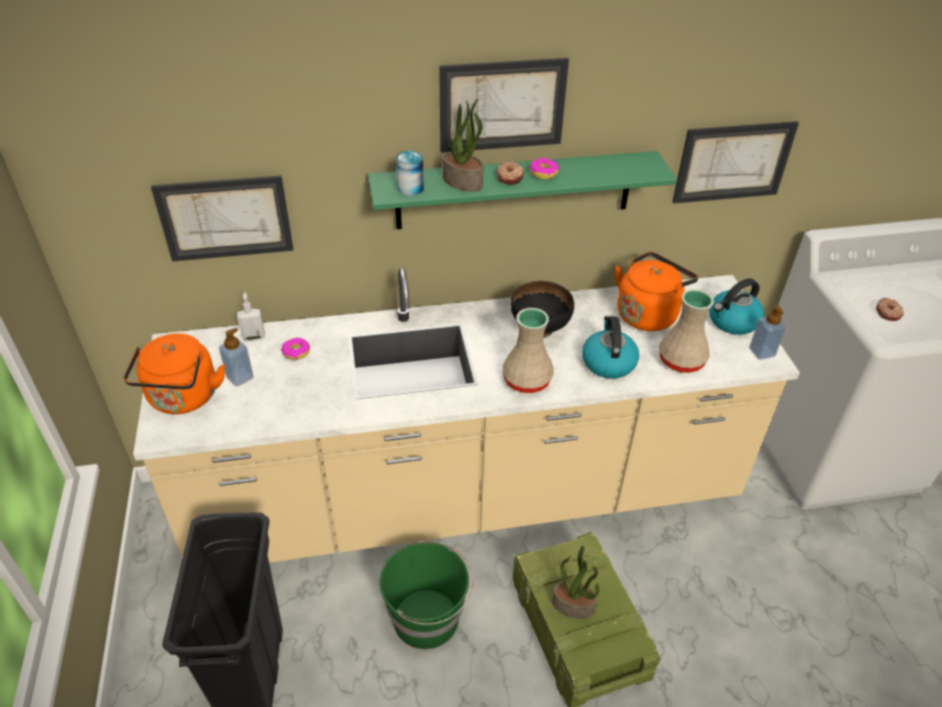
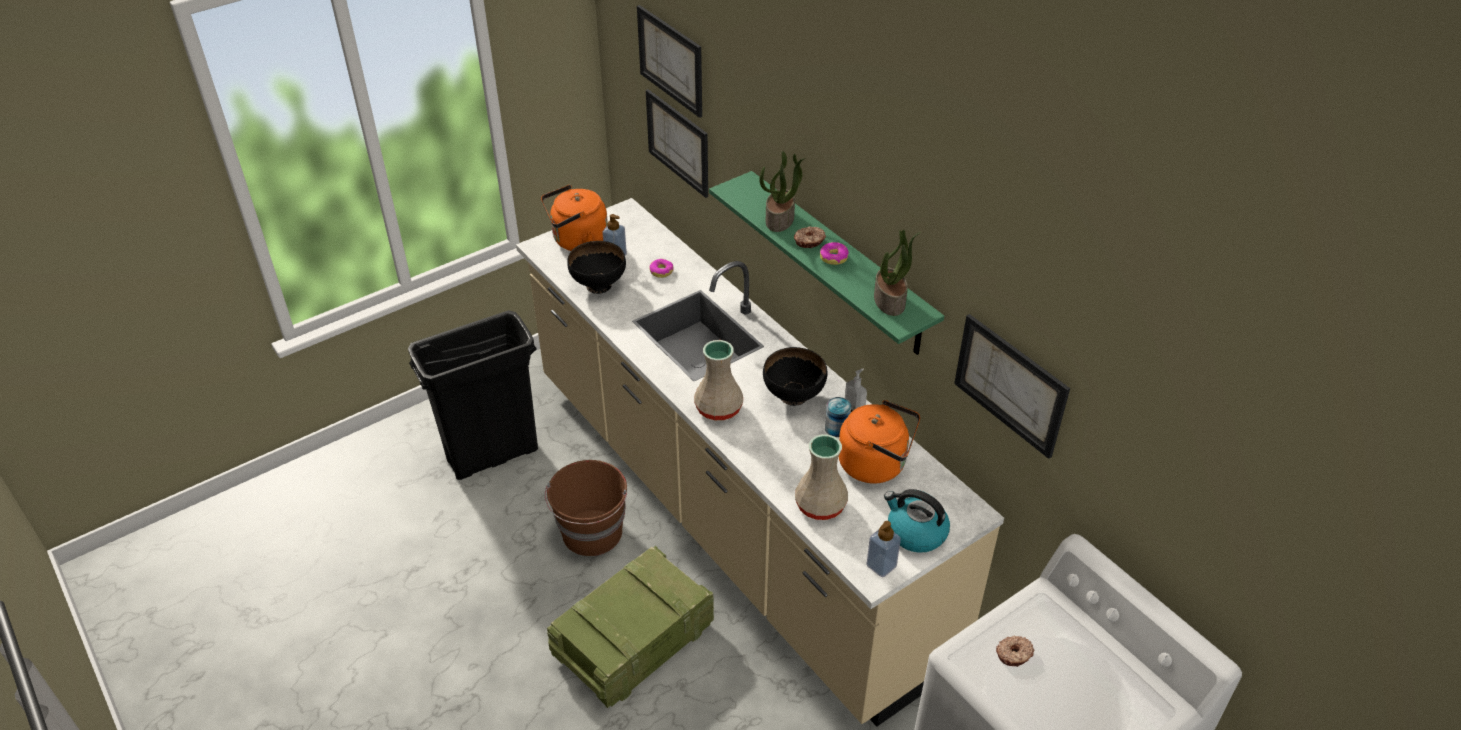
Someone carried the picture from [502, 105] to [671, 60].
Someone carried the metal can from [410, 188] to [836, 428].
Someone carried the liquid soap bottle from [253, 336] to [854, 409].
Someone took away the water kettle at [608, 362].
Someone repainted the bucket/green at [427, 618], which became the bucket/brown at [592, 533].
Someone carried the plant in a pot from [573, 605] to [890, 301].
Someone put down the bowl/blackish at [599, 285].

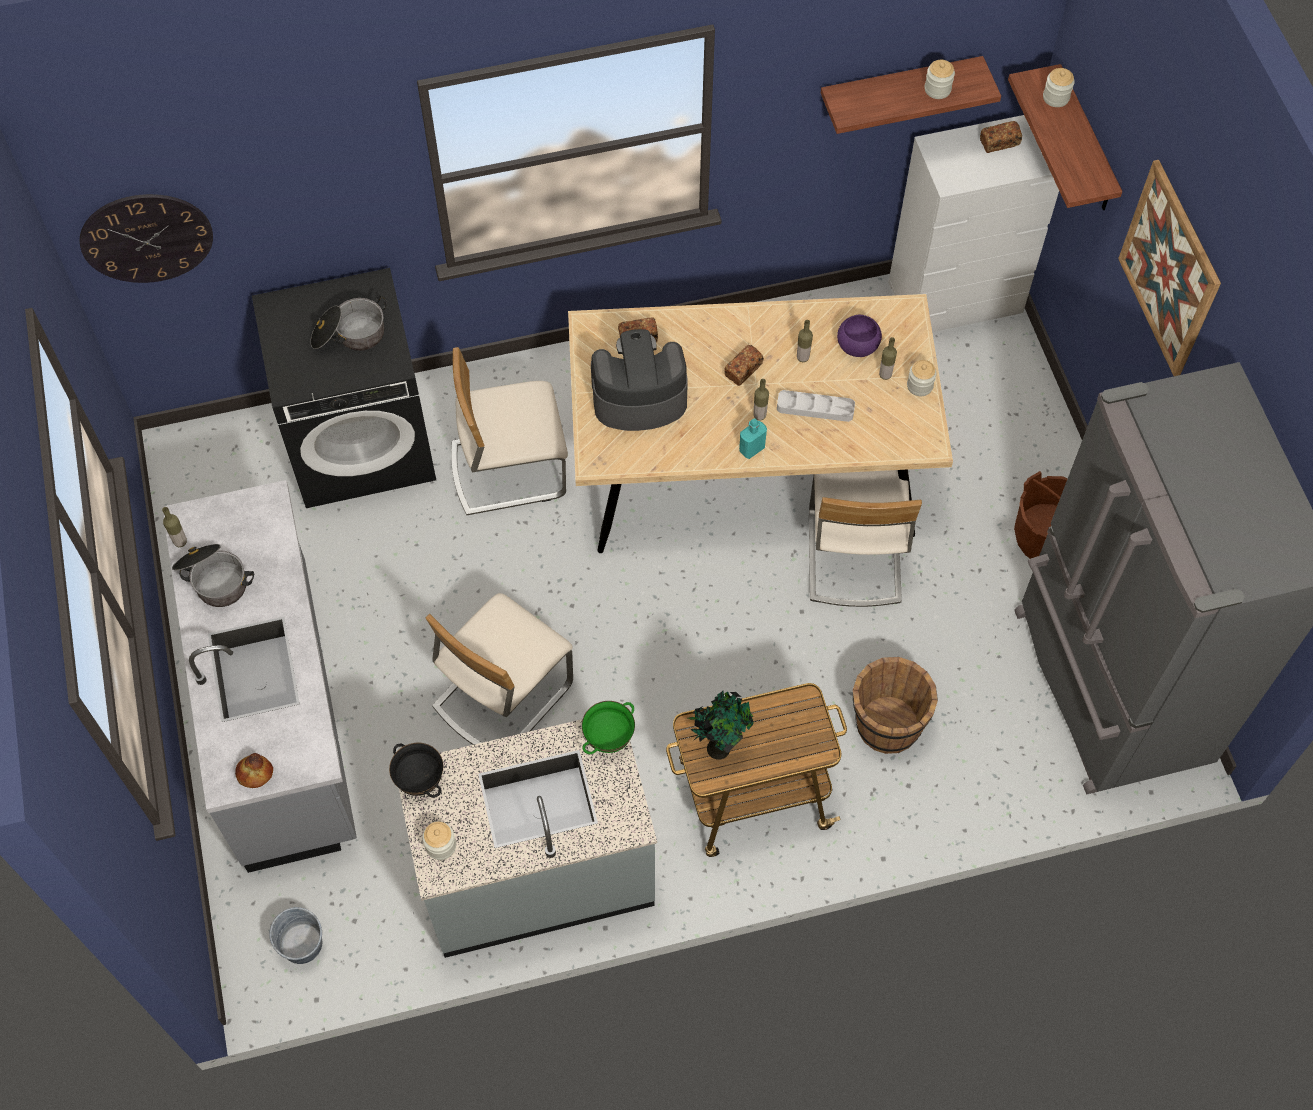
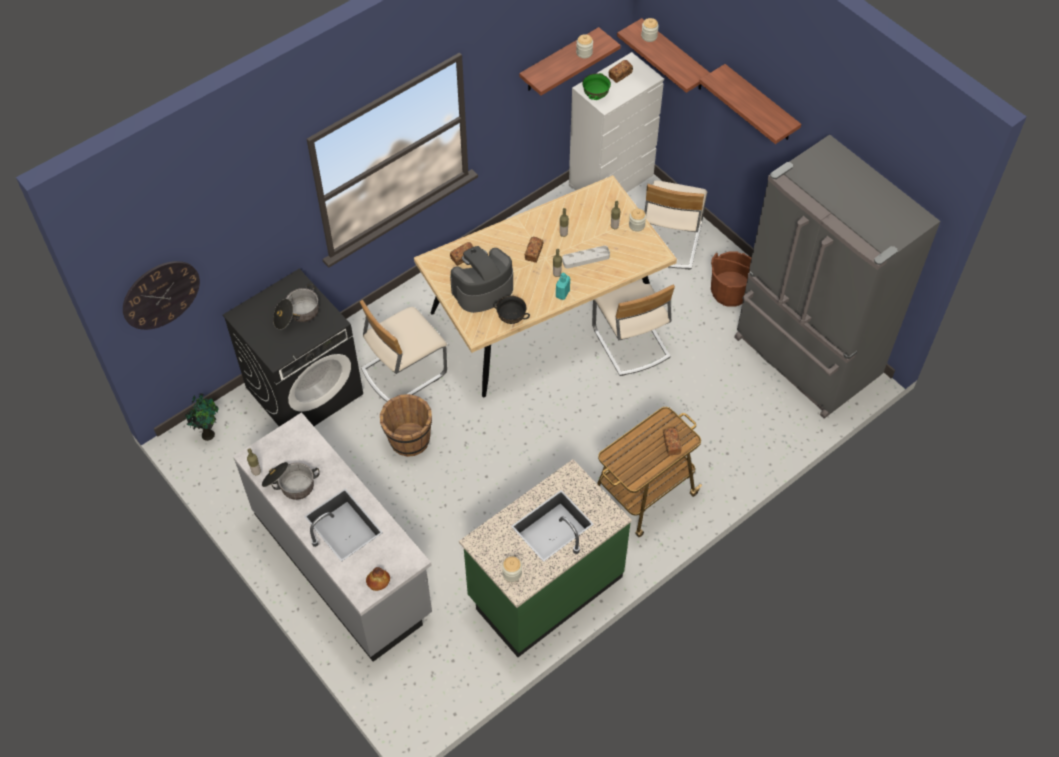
Someone swapped the picture at [1169, 269] for the wall shelf at [760, 104].
Someone took away the bowl/purple-coloured at [857, 345].
Someone carried the plain chair/beige-coloured from [502, 695] to [669, 241].
Someone carried the bucket/brown from [887, 724] to [409, 439].
Someone carried the plant in a pot from [719, 746] to [208, 433].
Someone carried the bowl/green from [608, 737] to [595, 96].
Someone repainted the kitchen base unit/grey at [536, 871], which became the kitchen base unit/green at [544, 587].
Someone carried the bowl/blackish from [420, 779] to [511, 318].
Someone took away the bucket/grey at [301, 944].
Someone put down the baked bread at [671, 444].

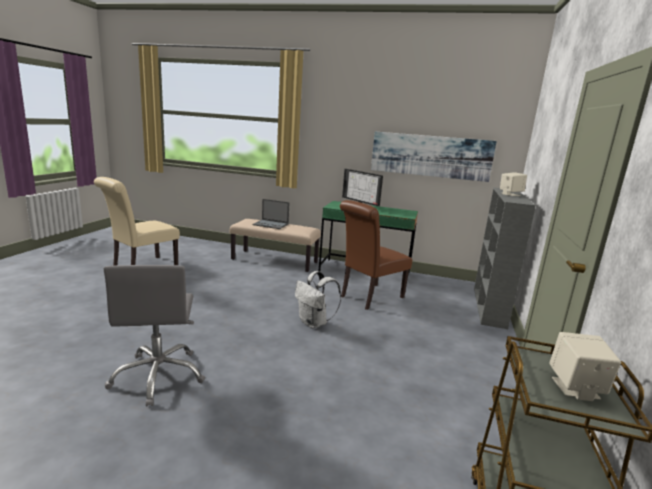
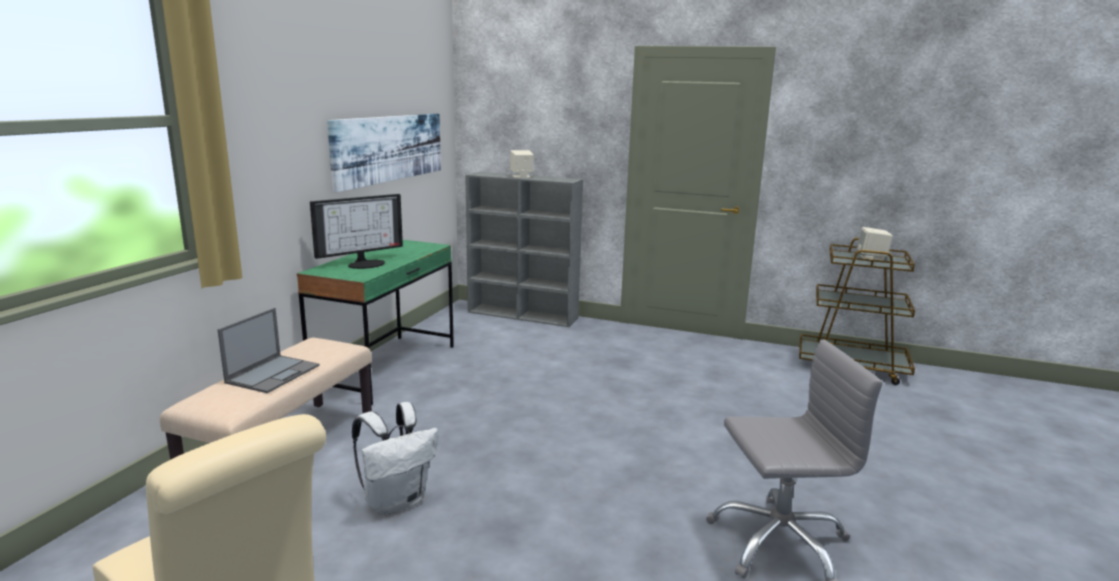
Someone took away the plain chair/brown at [369, 297].
Someone carried the rucksack/whitish from [314, 323] to [396, 501].

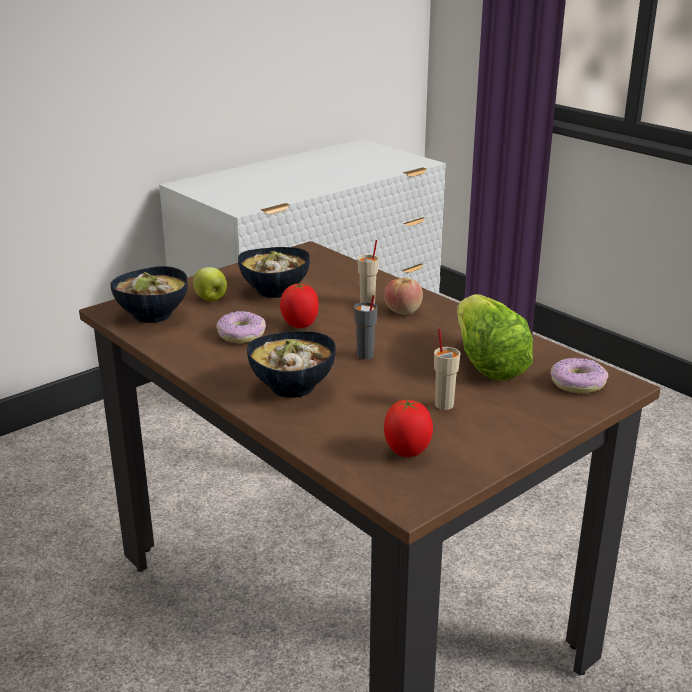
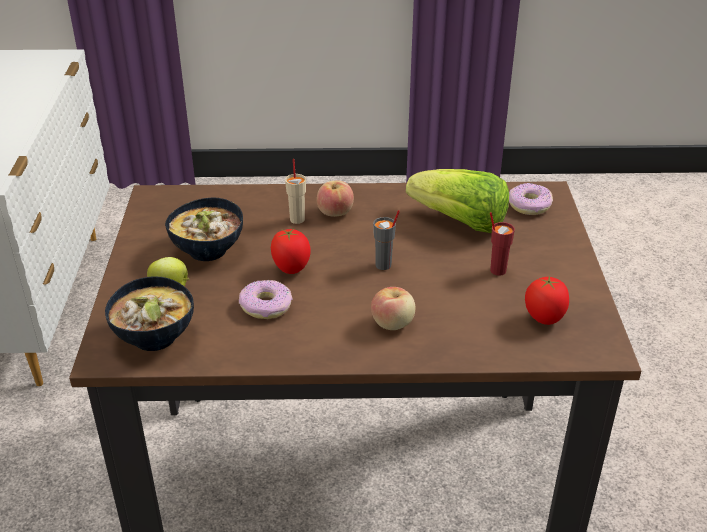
Someone repainted the cup/beige-coloured at [444, 404], which became the cup/reddish at [497, 270].
Someone swapped the bowl at [293, 388] for the apple at [393, 323].

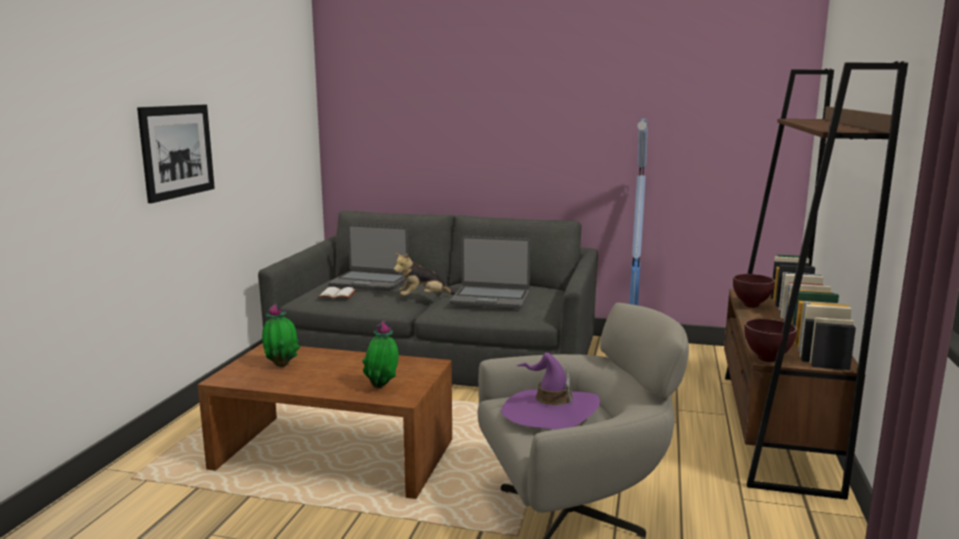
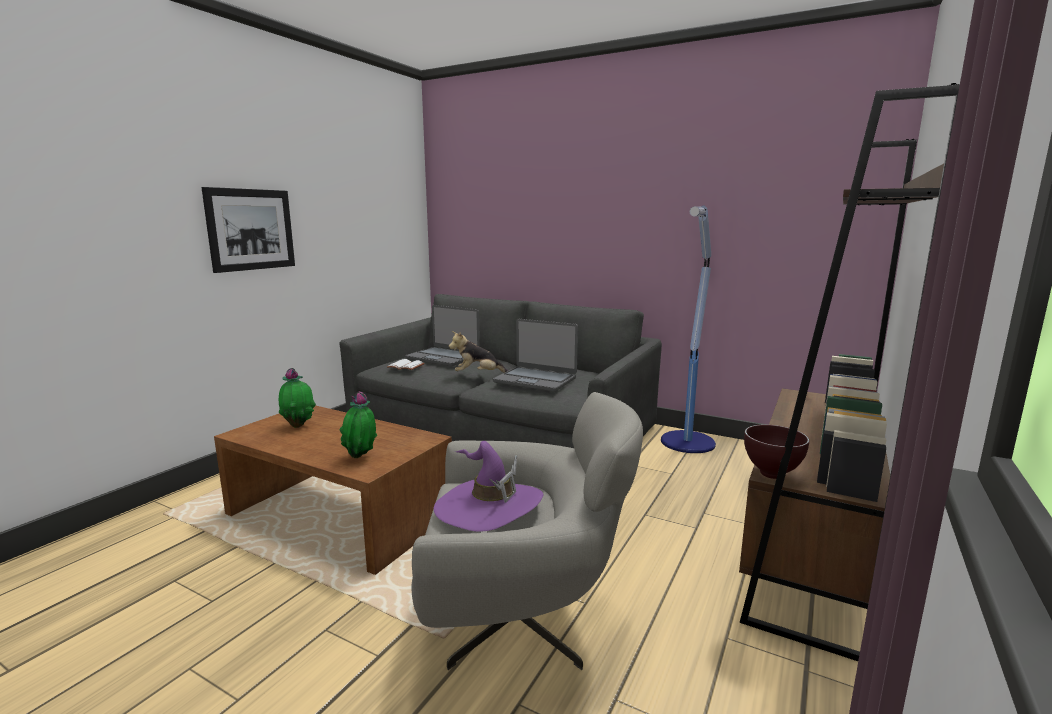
Someone took away the bowl/brown at [750, 305].

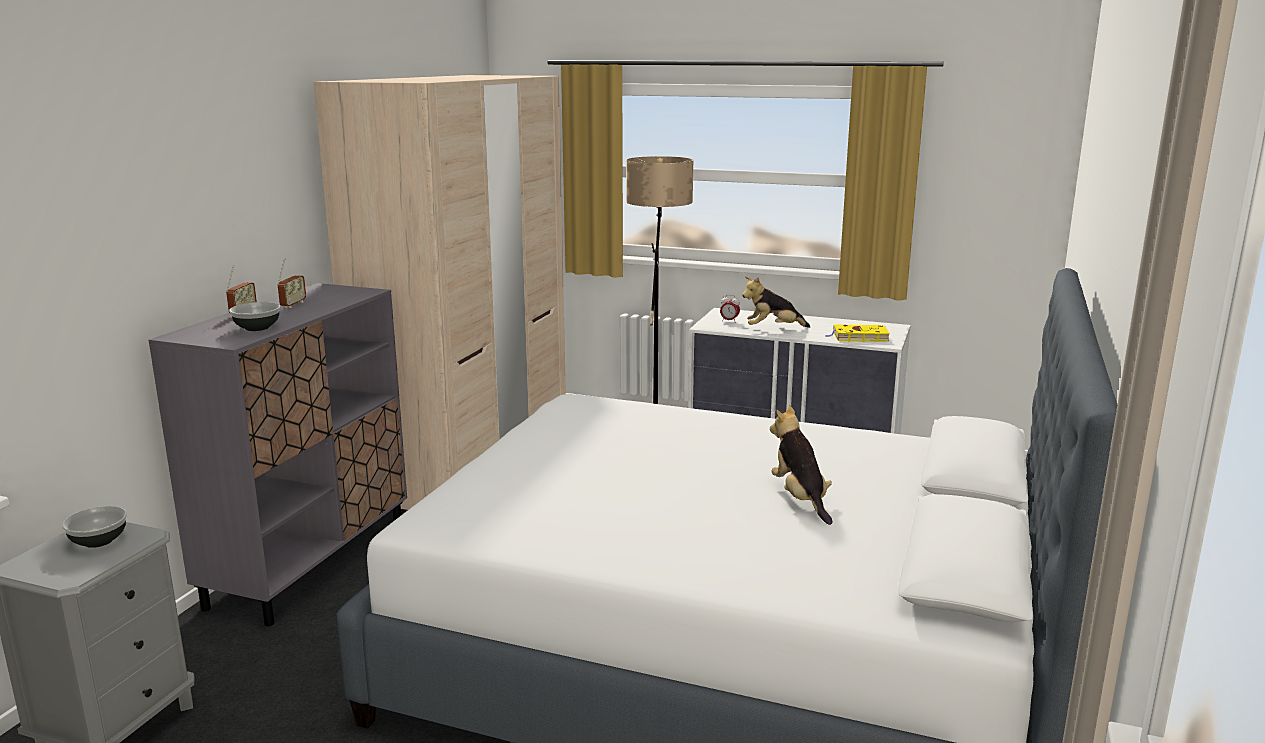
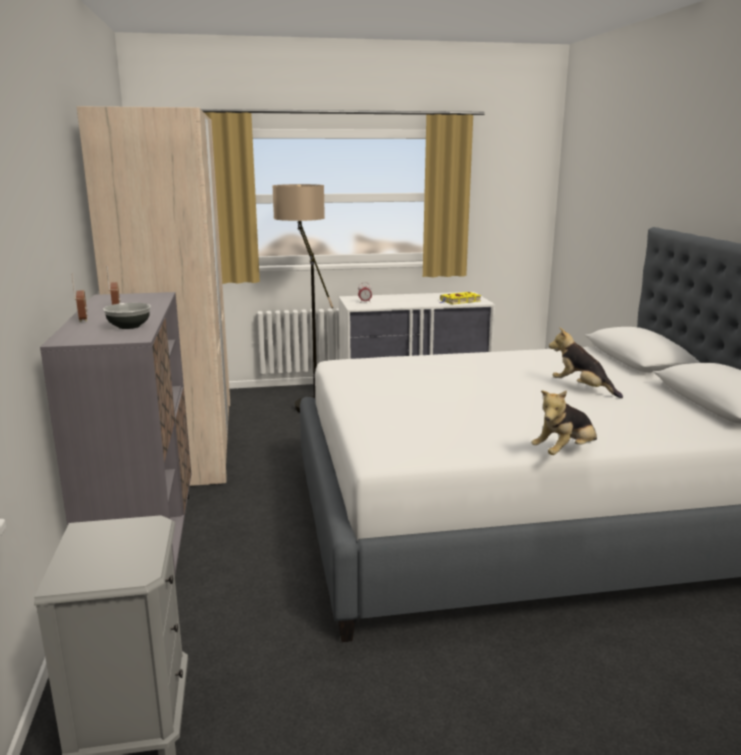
Someone carried the cuddly toy from [773, 329] to [565, 452].
Someone took away the bowl at [98, 541].

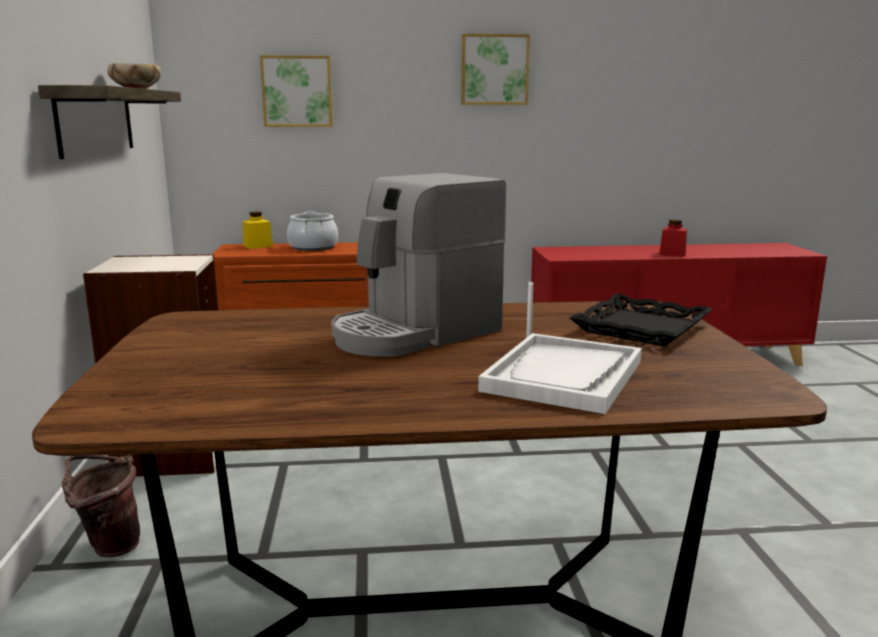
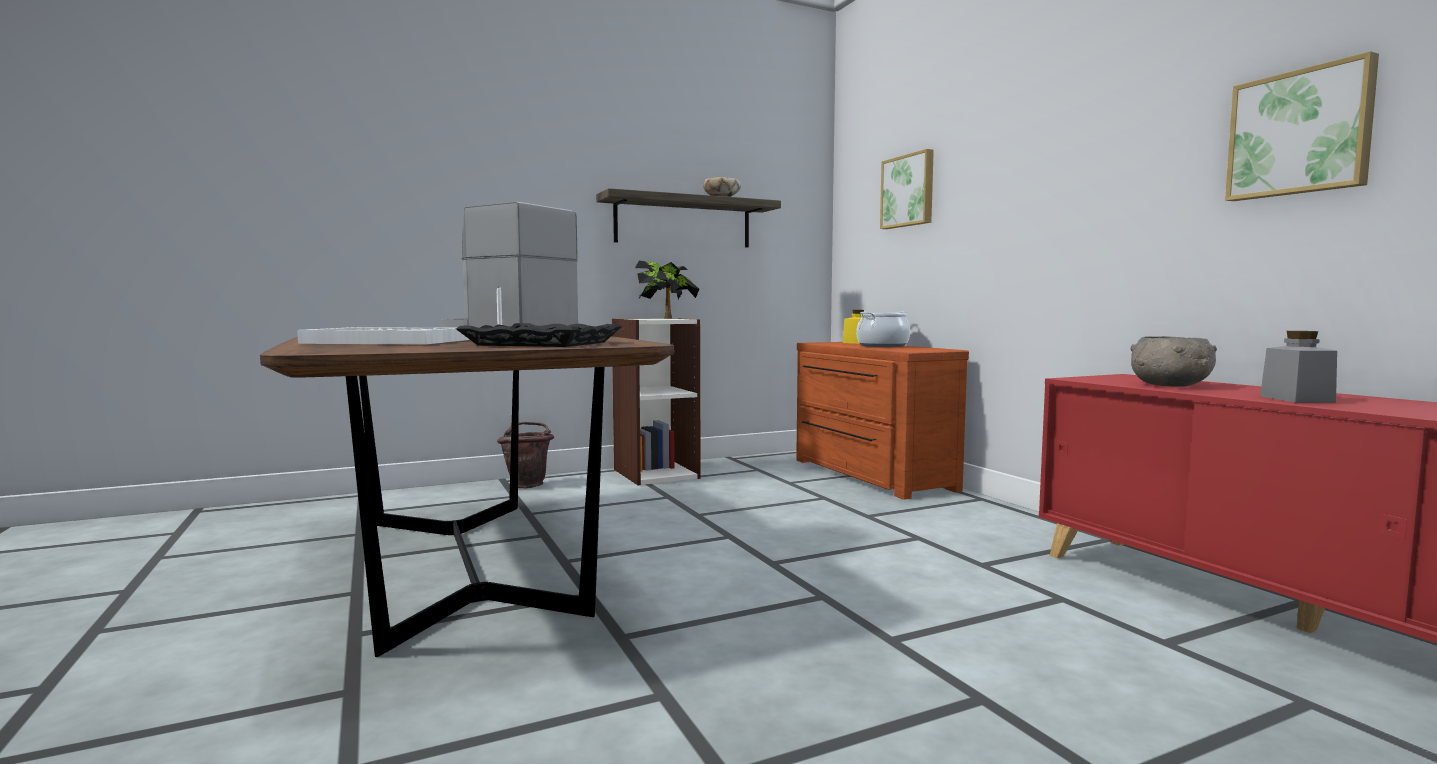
Someone carried the picture from [494, 70] to [1300, 133].
Someone repainted the jar/reddish at [672, 254], which became the jar/grey at [1296, 399].
Someone put down the plant in a pot at [666, 318].
Someone put down the bowl/grey at [1170, 385].

